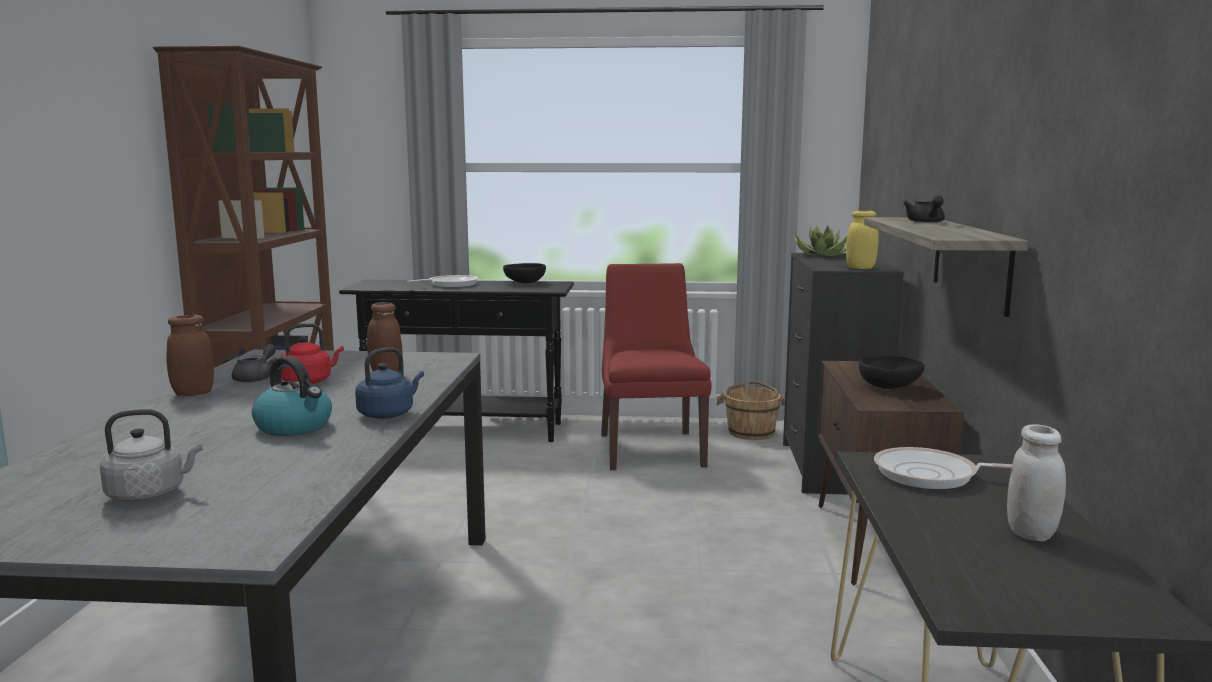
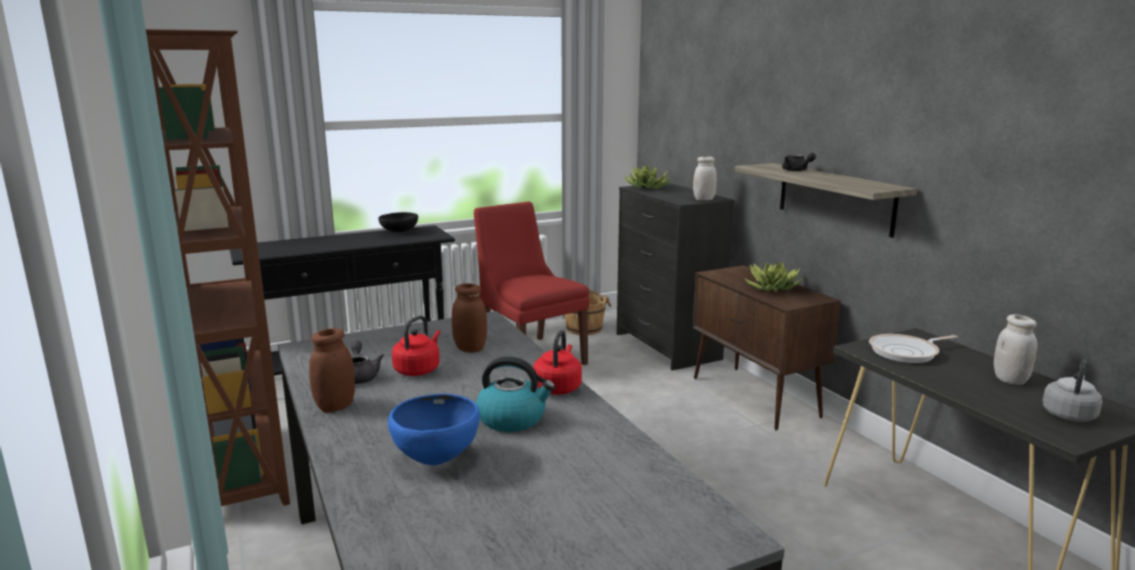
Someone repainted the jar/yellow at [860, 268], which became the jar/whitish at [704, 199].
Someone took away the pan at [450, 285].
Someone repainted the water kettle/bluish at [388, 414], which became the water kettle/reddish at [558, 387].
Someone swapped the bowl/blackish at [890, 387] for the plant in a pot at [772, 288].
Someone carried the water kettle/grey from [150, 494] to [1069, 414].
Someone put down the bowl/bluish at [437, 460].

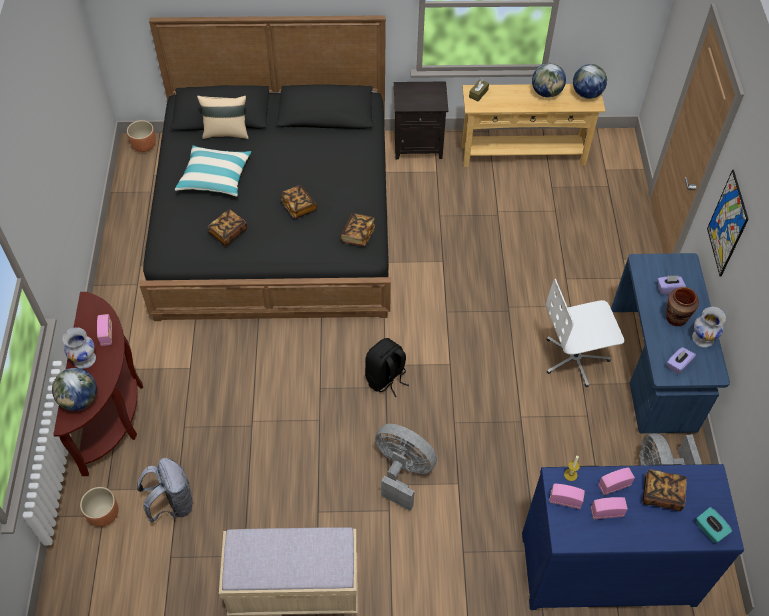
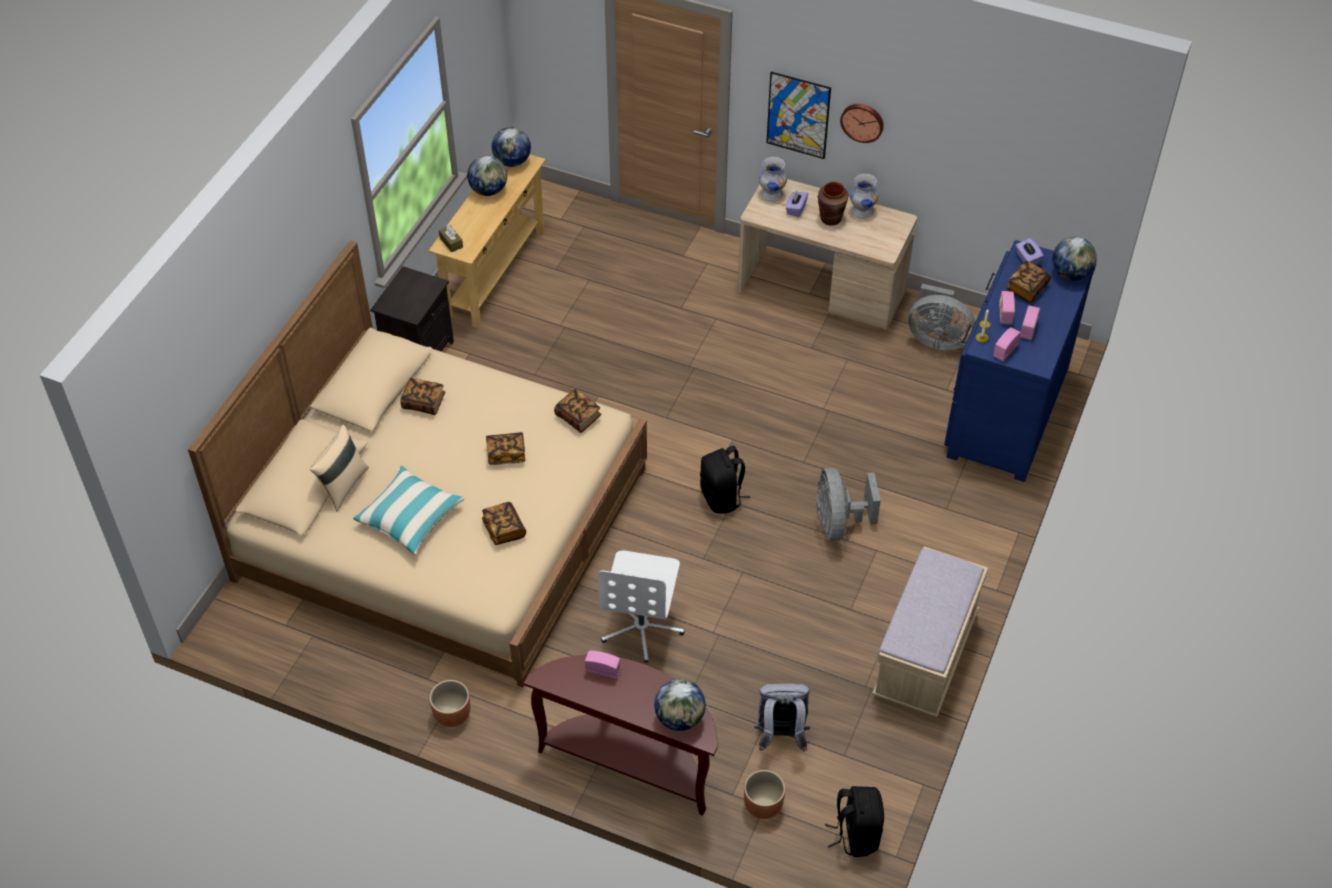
Someone repainted the bed/blackish at [276, 219], which became the bed/beige-coloured at [442, 522].
Someone carried the flower pot/brown from [144, 145] to [451, 714].
Someone repainted the desk/bluish at [654, 368], which became the desk/beige-coloured at [822, 289].
Someone carried the computer chair/whitish from [575, 358] to [642, 627].
Someone carried the vase/whitish from [84, 359] to [771, 195].
Someone carried the box of tissues/purple-coloured from [678, 364] to [1027, 259].
Someone rotated the fan/grey at [402, 471] by 60 degrees counterclockwise.
Someone swapped the box of tissues/turquoise-coloured at [710, 529] for the world globe at [1070, 274].
Someone put up the hanging clock at [862, 121].
Someone put down the book at [423, 403].
Someone put down the rucksack/blackish at [855, 834].

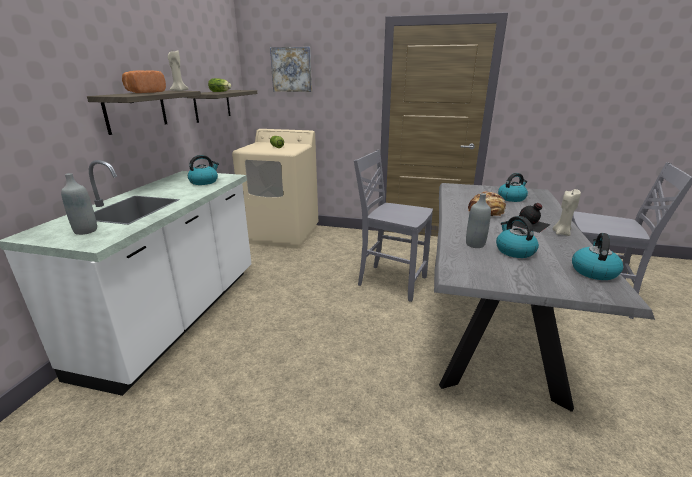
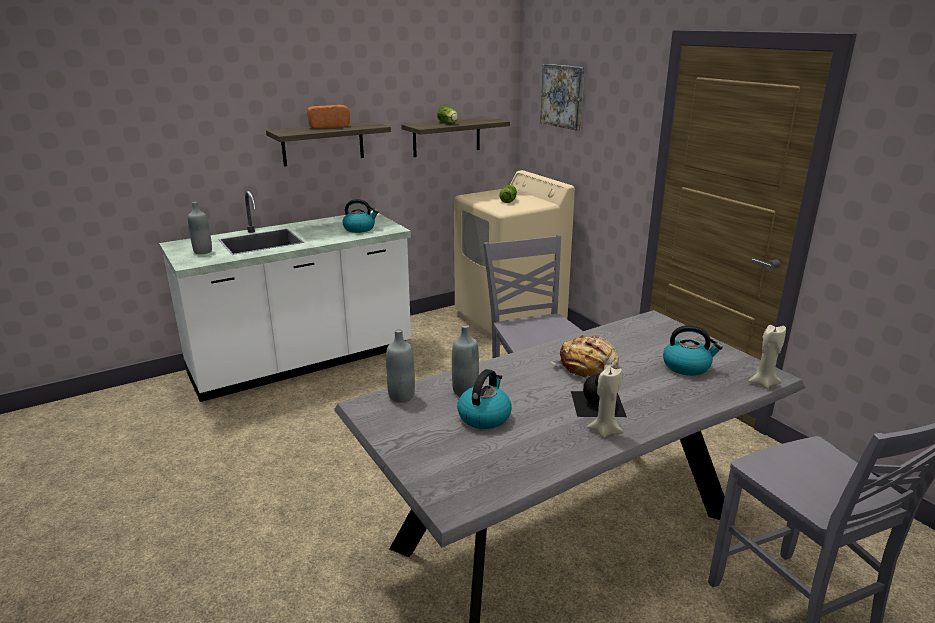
Someone carried the wax light/beige-coloured from [179, 91] to [763, 383].
Someone took away the water kettle at [593, 271].
Someone put down the drink bottle/grey at [401, 396].

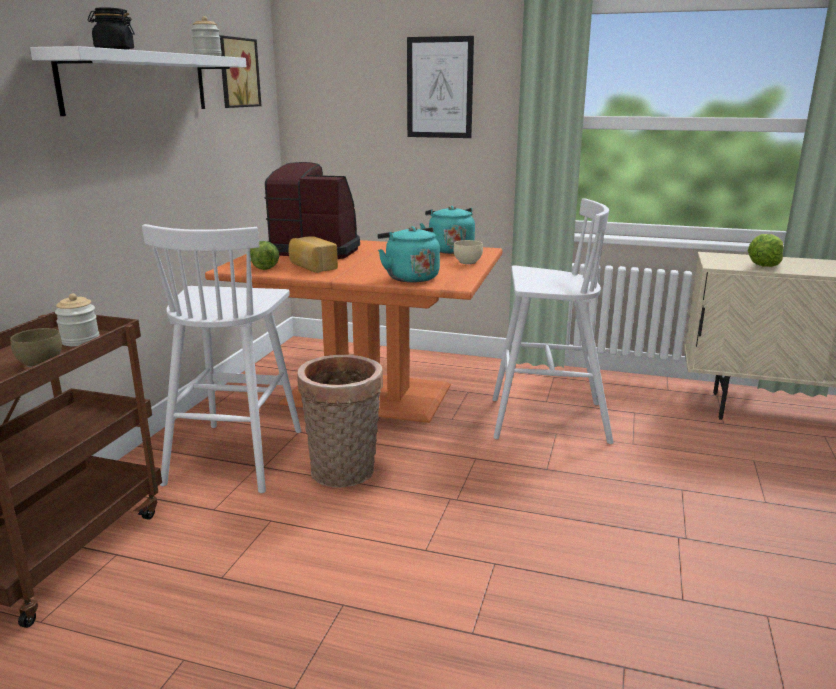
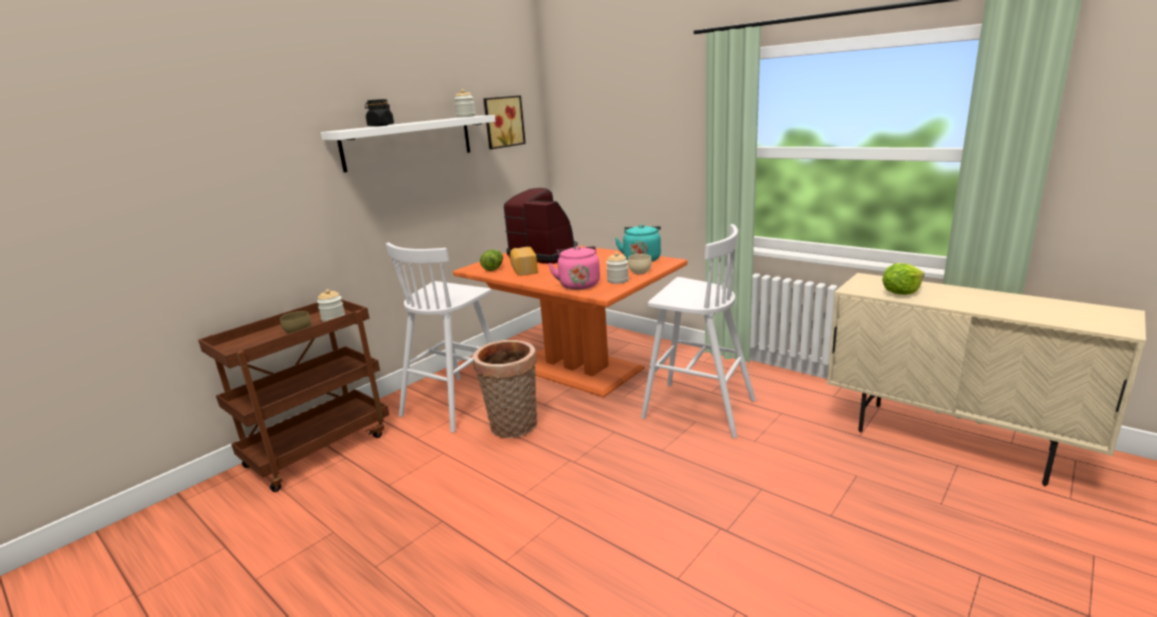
Someone took away the picture at [439, 88].
Someone repainted the water kettle/turquoise-coloured at [410, 277], which became the water kettle/pink at [578, 284].
Someone put down the jar at [618, 280].

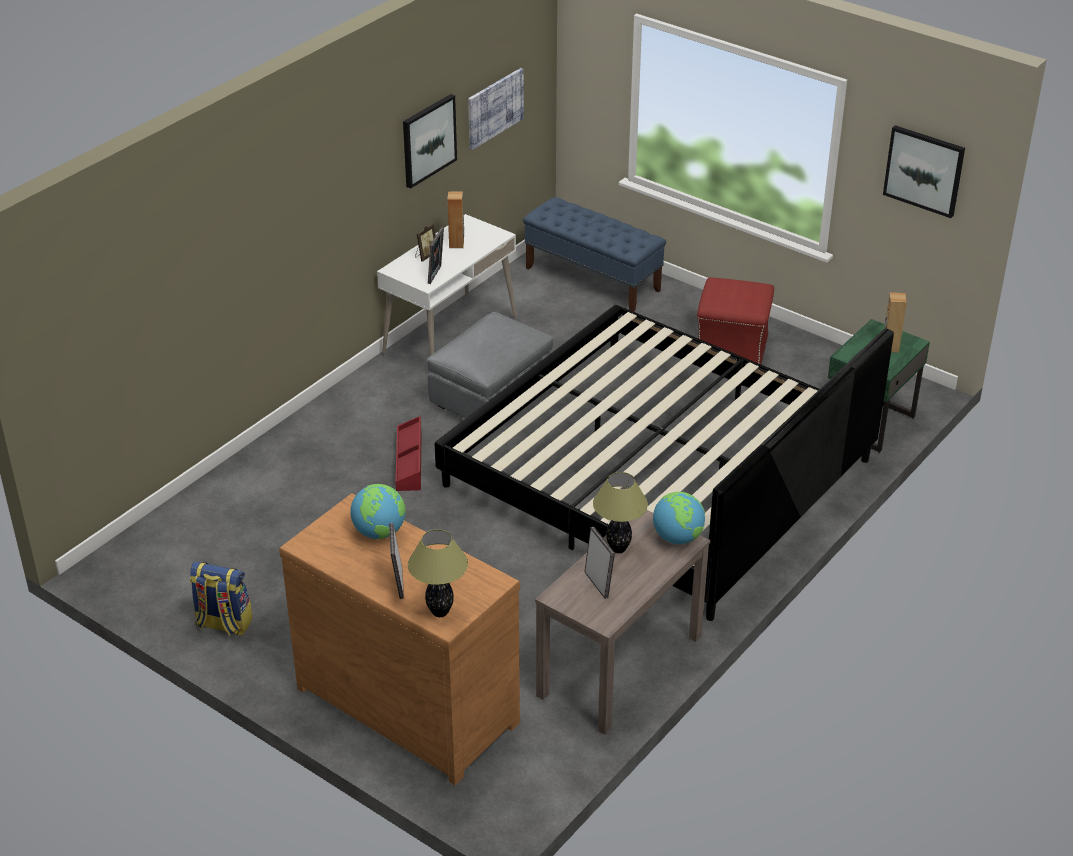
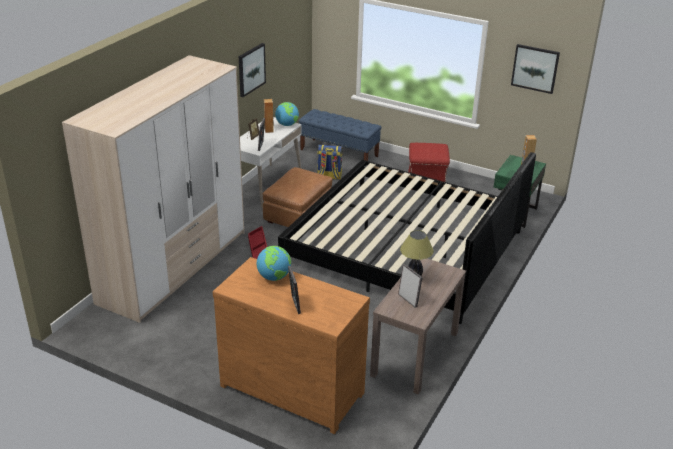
Someone took away the picture at [494, 108].
Someone repainted the footrest/grey at [491, 396], which became the footrest/brown at [298, 214].
Someone carried the world globe from [677, 537] to [287, 125].
Someone took away the tabletop lamp at [440, 612].
Someone carried the rucksack from [223, 624] to [329, 176].
Someone put down the clothes cupboard at [174, 266].

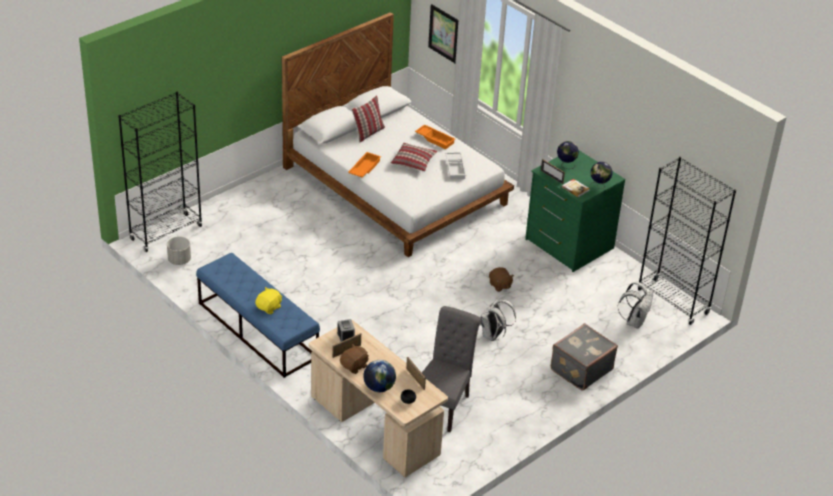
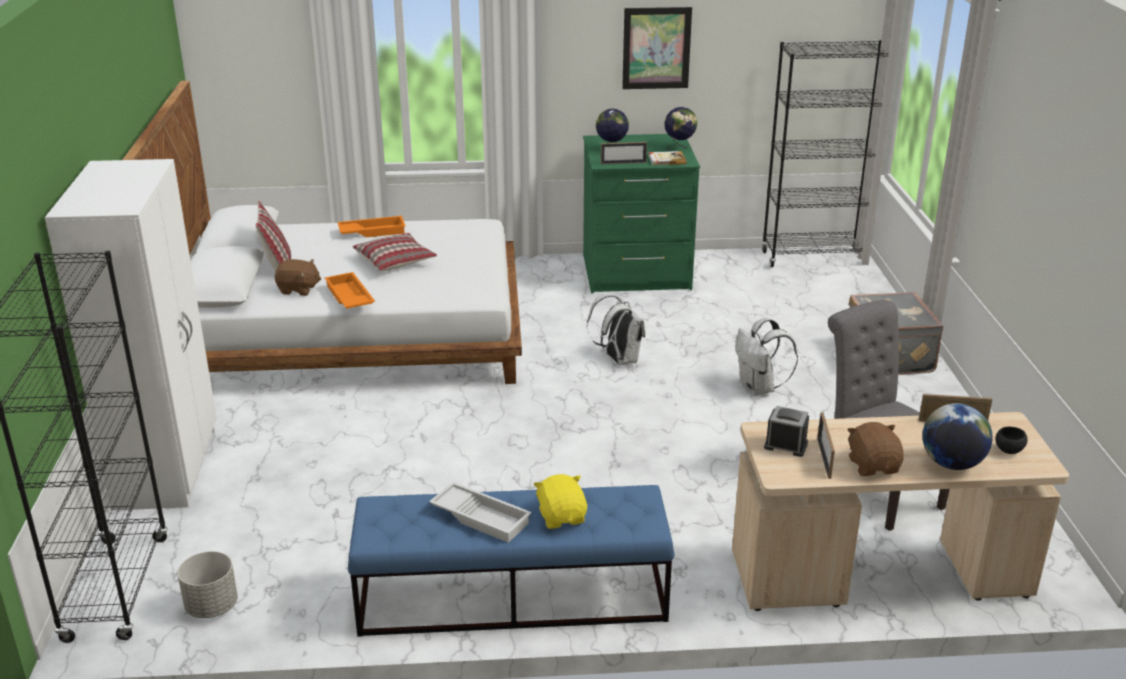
Someone carried the picture from [444, 33] to [656, 48].
Someone carried the carrying tray/whitish from [456, 168] to [482, 517].
Someone carried the cuddly toy/brown from [500, 285] to [298, 289].
Someone carried the rucksack/whitish from [634, 321] to [618, 359].
Someone put down the clothes cupboard/whitish at [168, 467].

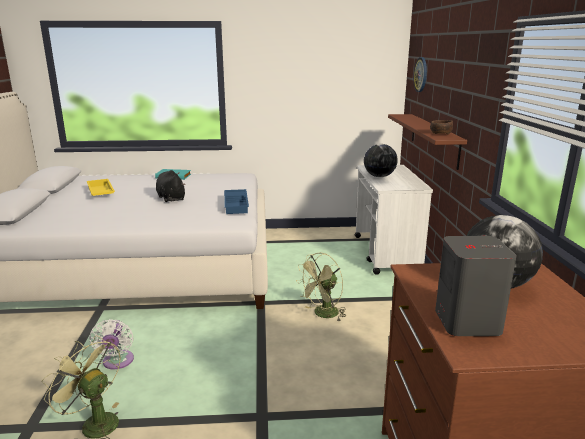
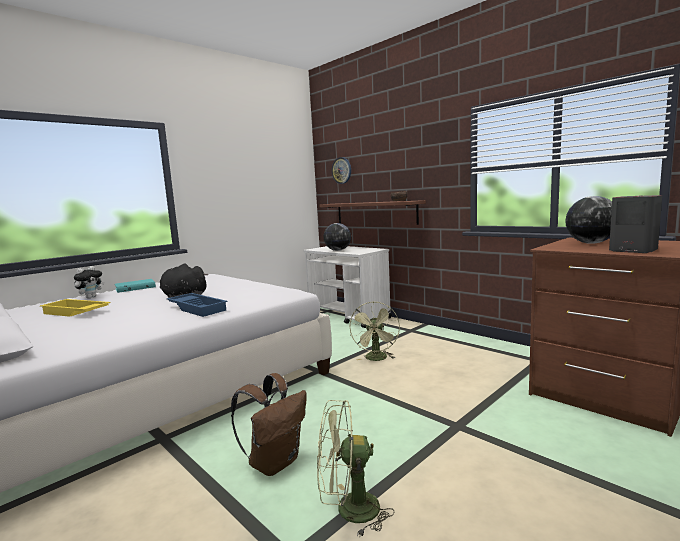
Someone carried the carrying tray/bluish from [237, 205] to [198, 308].
Someone swapped the fan/whitish at [117, 362] for the rucksack/brown at [275, 462].
Someone put down the cuddly toy at [91, 297].

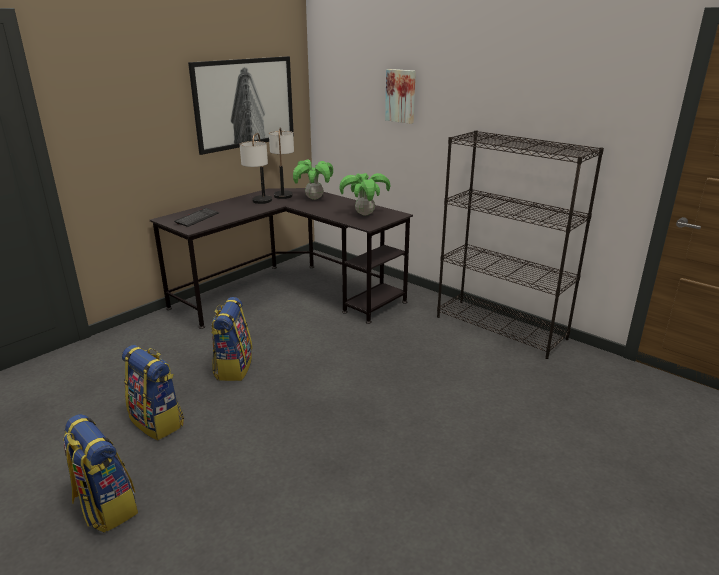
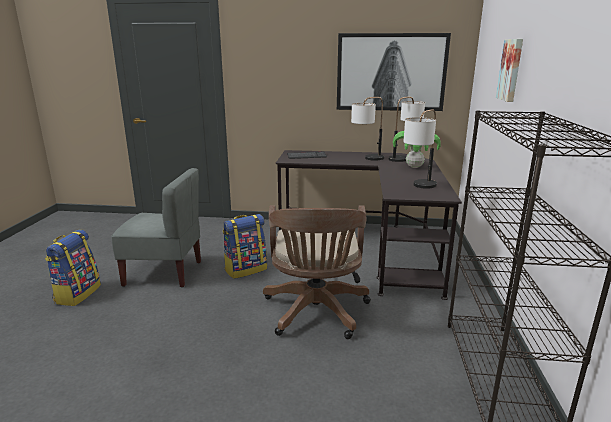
Someone swapped the plant in a pot at [365, 214] for the tabletop lamp at [418, 187].
Someone swapped the rucksack at [158, 422] for the plain chair/grey at [164, 273].
Someone put down the computer chair/brown at [316, 313].

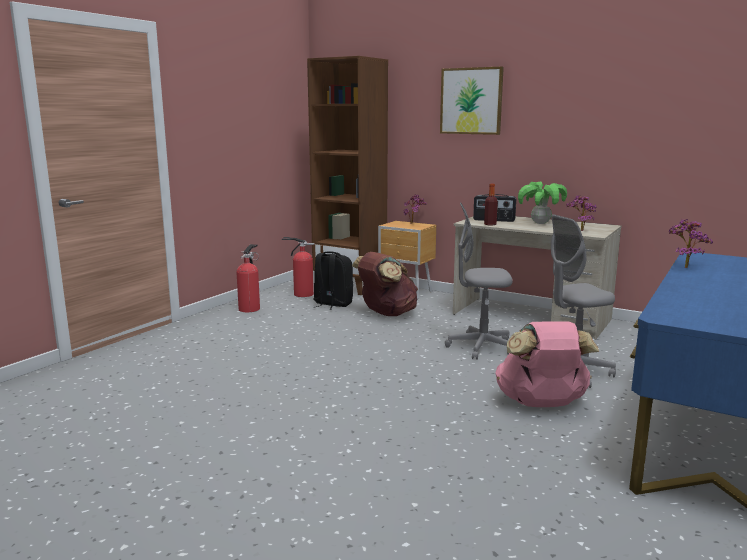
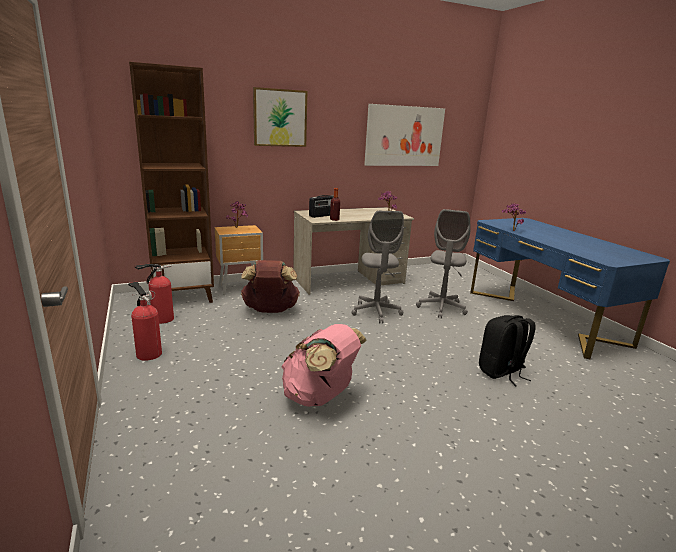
Someone took away the plant in a pot at [540, 223].
Someone rotated the computer chair/grey at [480, 347] by 45 degrees counterclockwise.
Someone carried the rucksack/blackish from [332, 304] to [501, 372].
Someone carried the rucksack/pink from [541, 404] to [320, 397].
Someone put up the picture at [404, 136].

